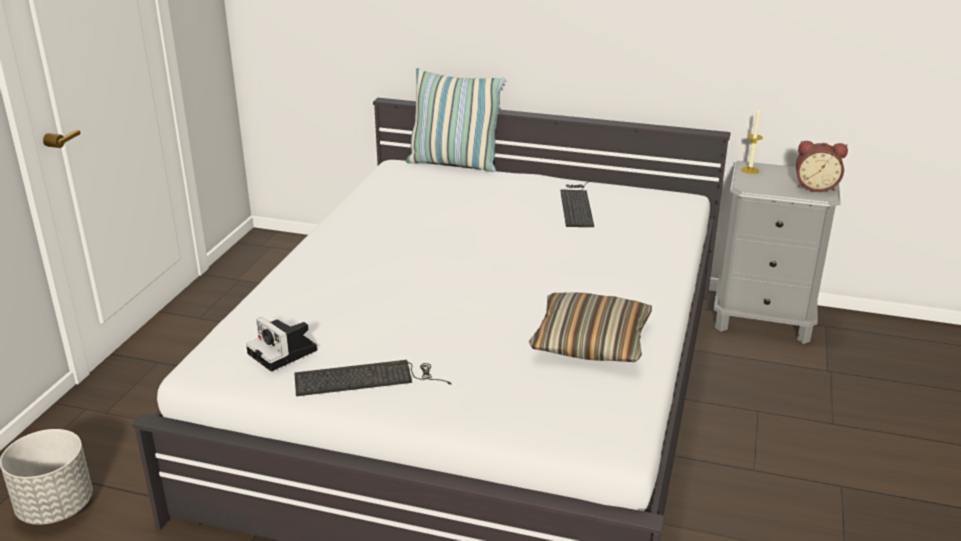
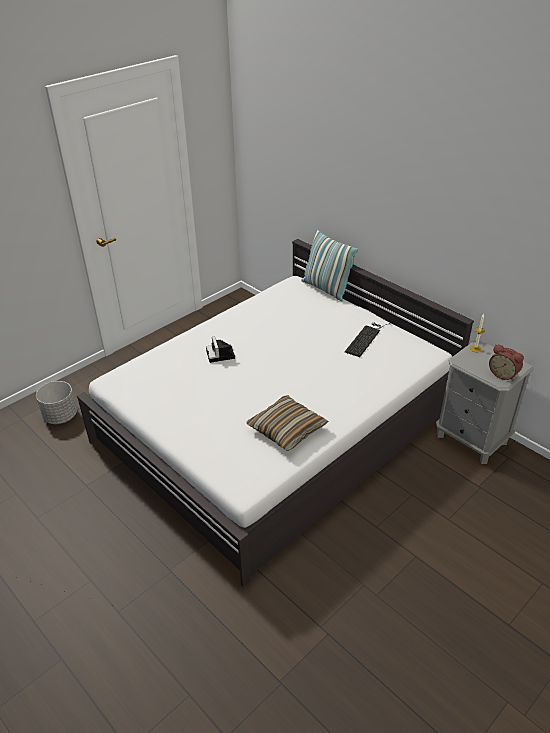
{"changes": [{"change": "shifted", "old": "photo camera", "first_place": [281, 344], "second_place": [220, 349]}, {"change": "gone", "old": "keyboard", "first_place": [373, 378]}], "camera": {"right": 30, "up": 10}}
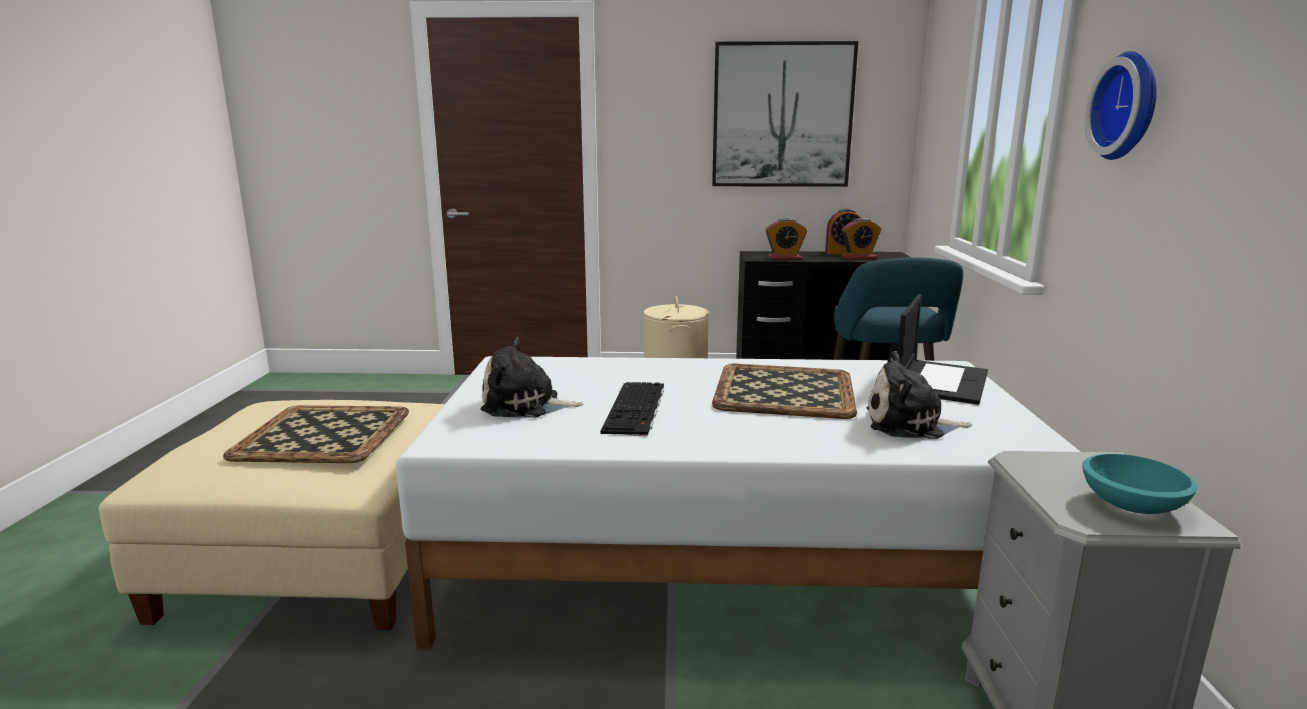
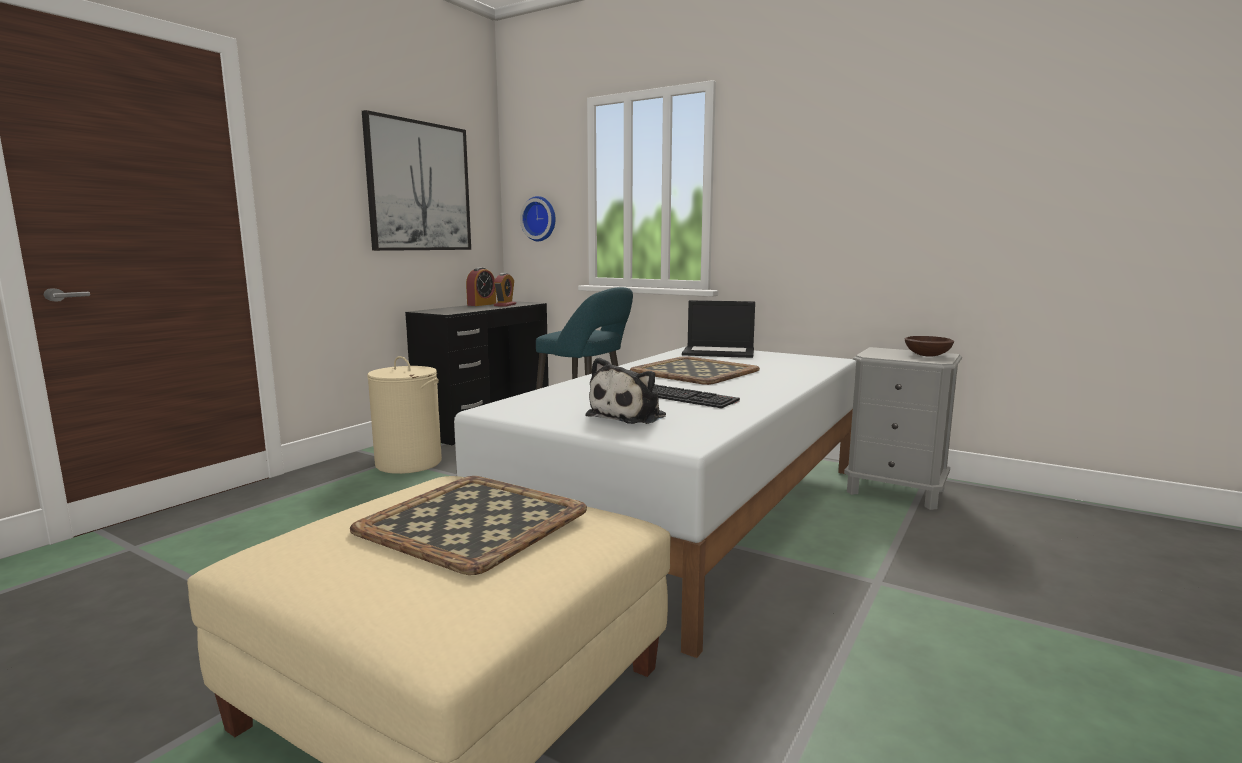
{"changes": [{"change": "shifted", "old": "wall clock", "first_place": [1121, 105], "second_place": [538, 218]}, {"change": "rotated", "old": "laptop", "first_place": [942, 349], "second_place": [718, 329], "degrees": 135}, {"change": "repainted", "old": "bowl in turquoise", "new": "bowl in brown", "first_place": [1140, 484], "second_place": [929, 346]}, {"change": "gone", "old": "alarm clock", "first_place": [786, 239]}, {"change": "gone", "old": "plush toy", "first_place": [919, 395]}], "camera": {"right": -60, "up": -5}}
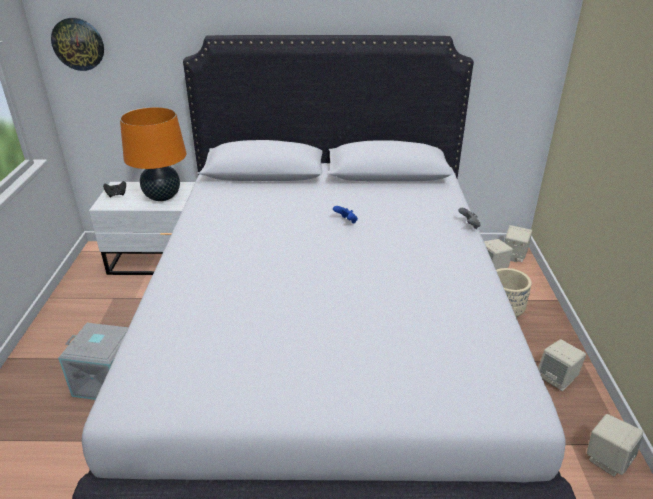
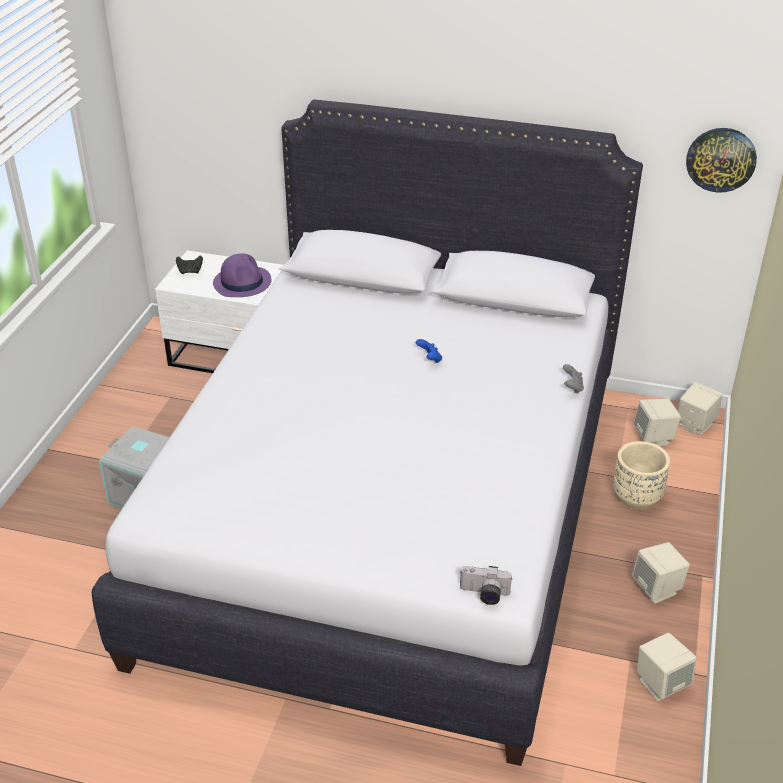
{"changes": [{"change": "swapped", "old": "table lamp in orange", "new": "hat in purple", "first_place": [153, 154], "second_place": [242, 275]}, {"change": "new", "new": "photo camera", "second_place": [486, 585]}, {"change": "shifted", "old": "wall clock", "first_place": [77, 44], "second_place": [721, 160]}], "camera": {"right": 15, "up": 5}}
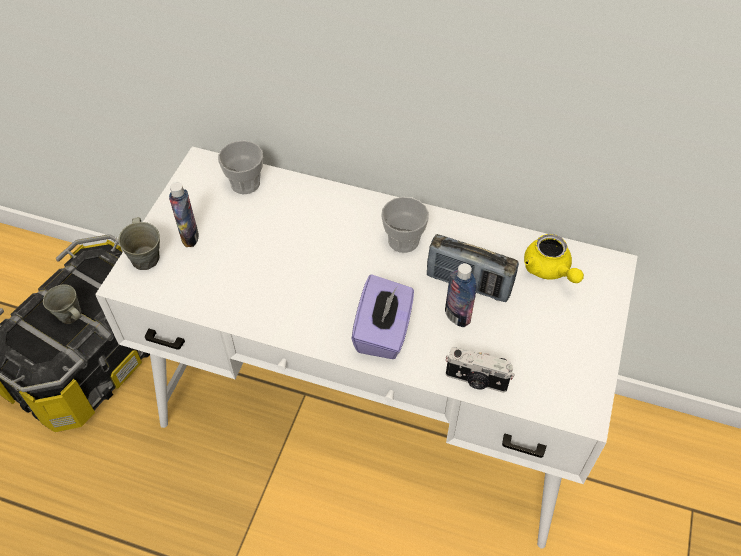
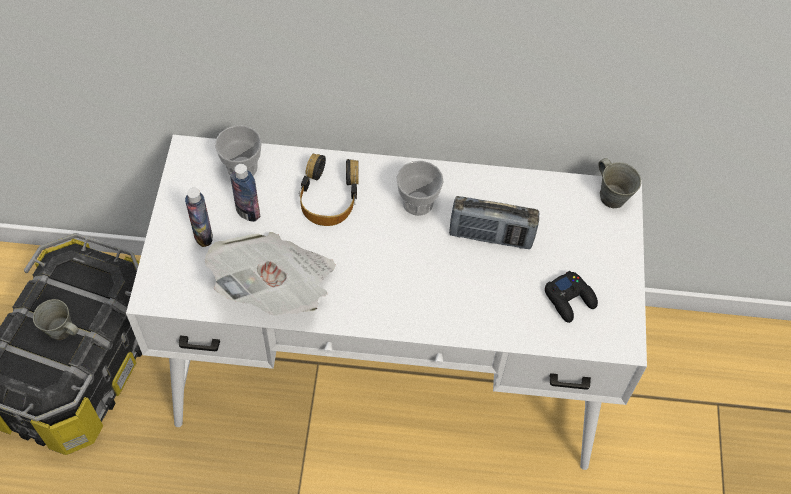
{"changes": [{"change": "new", "new": "newspaper", "second_place": [270, 274]}, {"change": "shifted", "old": "bottle", "first_place": [460, 295], "second_place": [245, 193]}, {"change": "new", "new": "headphones", "second_place": [329, 190]}, {"change": "new", "new": "game controller in black", "second_place": [571, 297]}, {"change": "shifted", "old": "mug in grey", "first_place": [139, 243], "second_place": [620, 183]}, {"change": "gone", "old": "tissue box in purple", "first_place": [382, 316]}, {"change": "gone", "old": "photo camera", "first_place": [480, 370]}, {"change": "gone", "old": "teapot in yellow", "first_place": [554, 258]}], "camera": {"right": -15, "up": 5}}
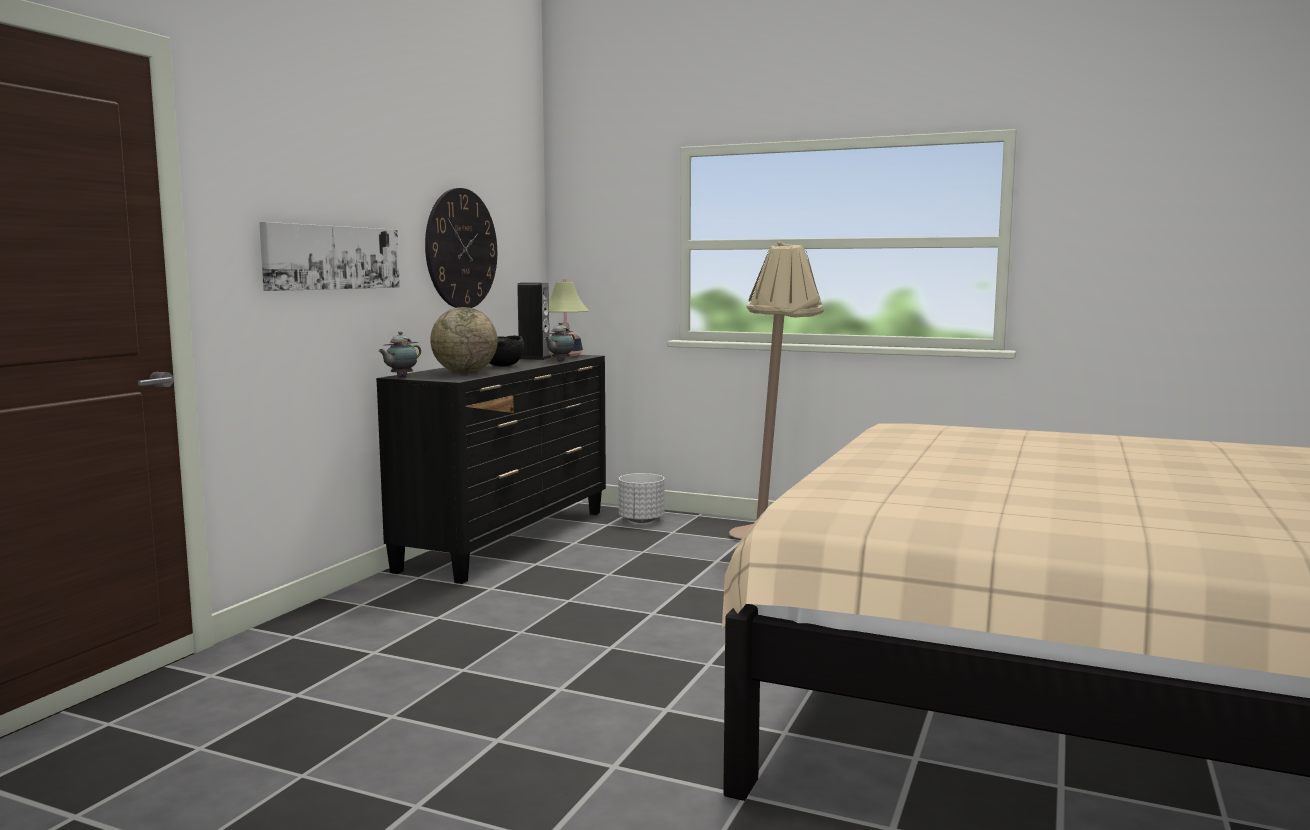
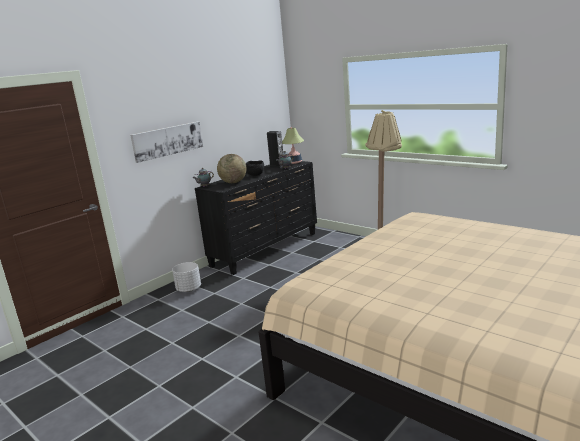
{"changes": [{"change": "shifted", "old": "planter in white", "first_place": [641, 498], "second_place": [186, 277]}, {"change": "gone", "old": "wall clock", "first_place": [461, 248]}], "camera": {"right": 20, "up": 10}}
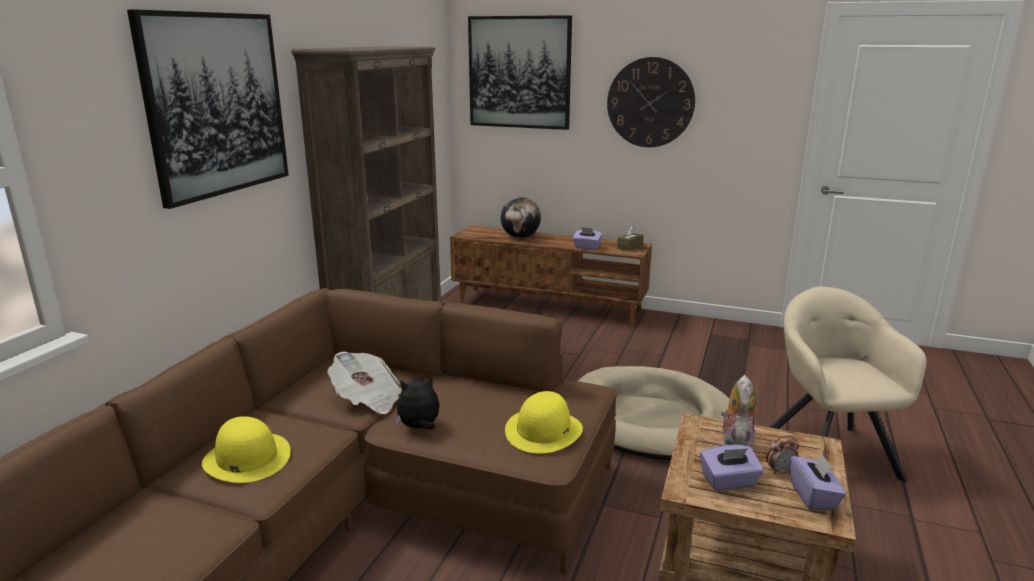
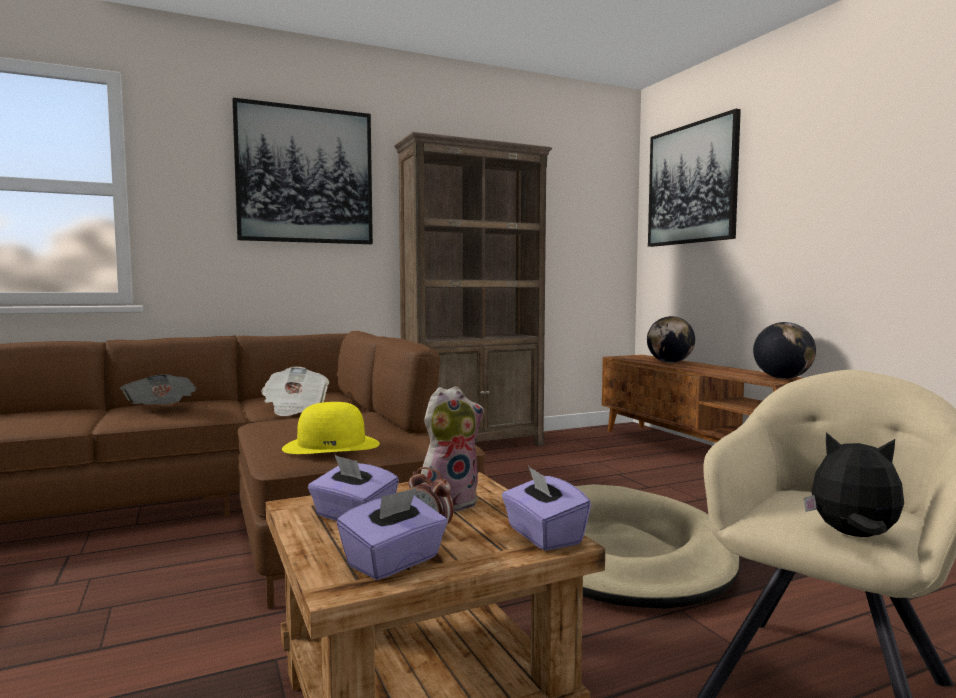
{"changes": [{"change": "swapped", "old": "hat in yellow", "new": "newspaper", "first_place": [246, 449], "second_place": [158, 389]}, {"change": "shifted", "old": "tissue box in purple", "first_place": [588, 238], "second_place": [546, 508]}, {"change": "swapped", "old": "tissue box in brown", "new": "globe", "first_place": [630, 238], "second_place": [784, 350]}, {"change": "shifted", "old": "plush toy", "first_place": [417, 402], "second_place": [854, 484]}, {"change": "gone", "old": "wall clock", "first_place": [651, 102]}], "camera": {"right": 45, "up": -15}}
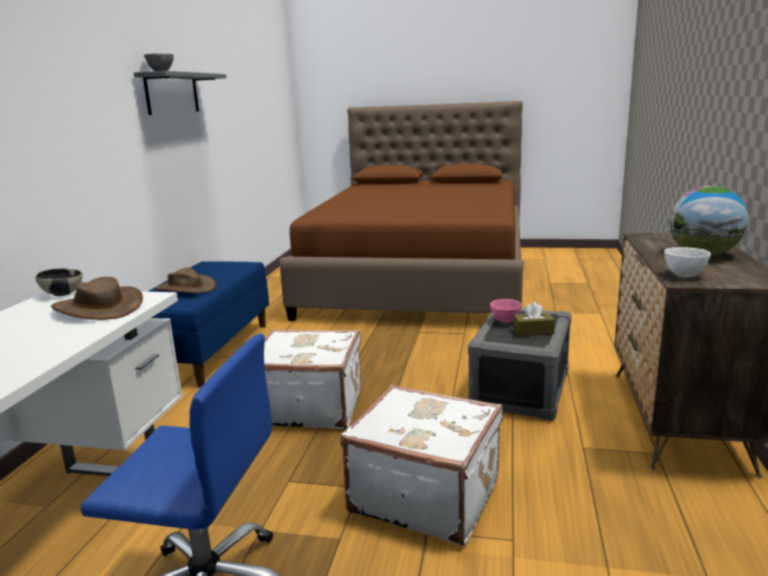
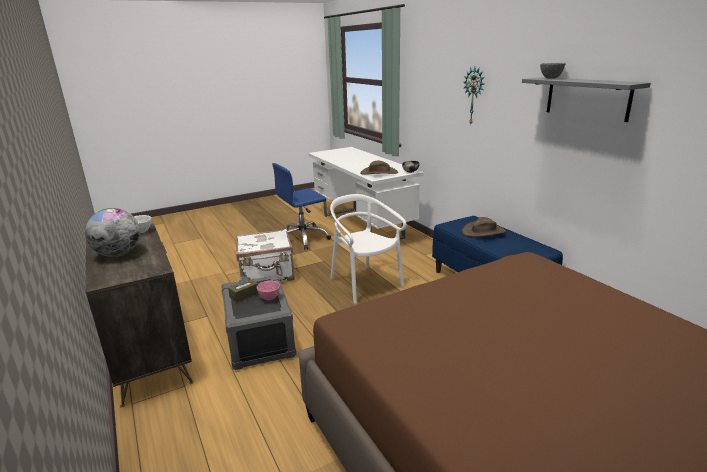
{"changes": [{"change": "swapped", "old": "suitcase in white", "new": "chair in white", "first_place": [312, 379], "second_place": [368, 249]}, {"change": "new", "new": "wall clock", "second_place": [474, 95]}], "camera": {"right": 140, "up": 5}}
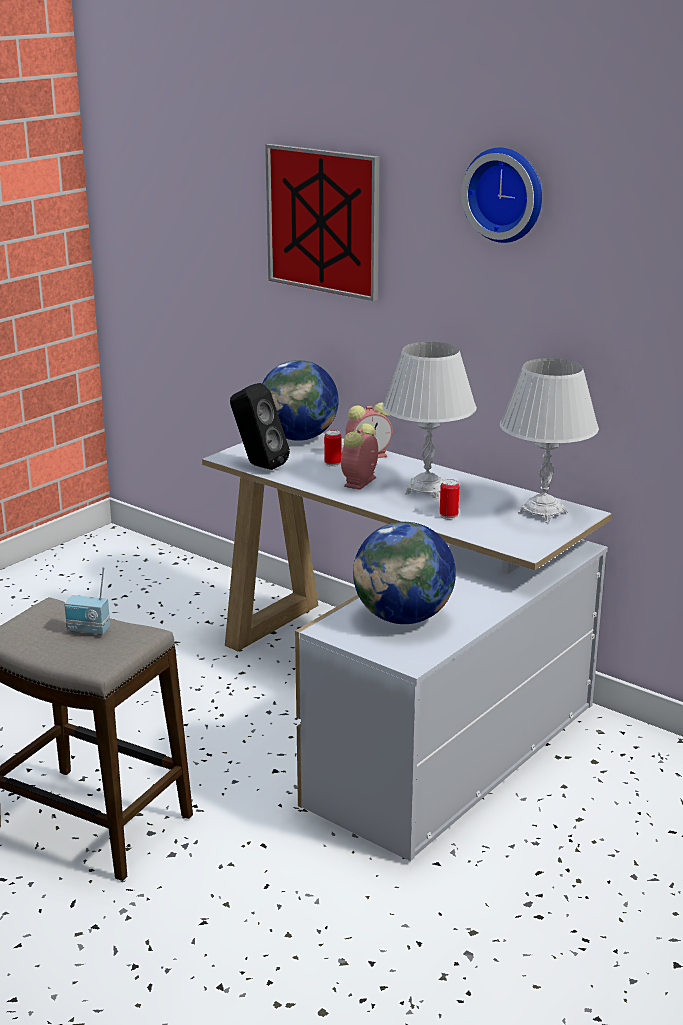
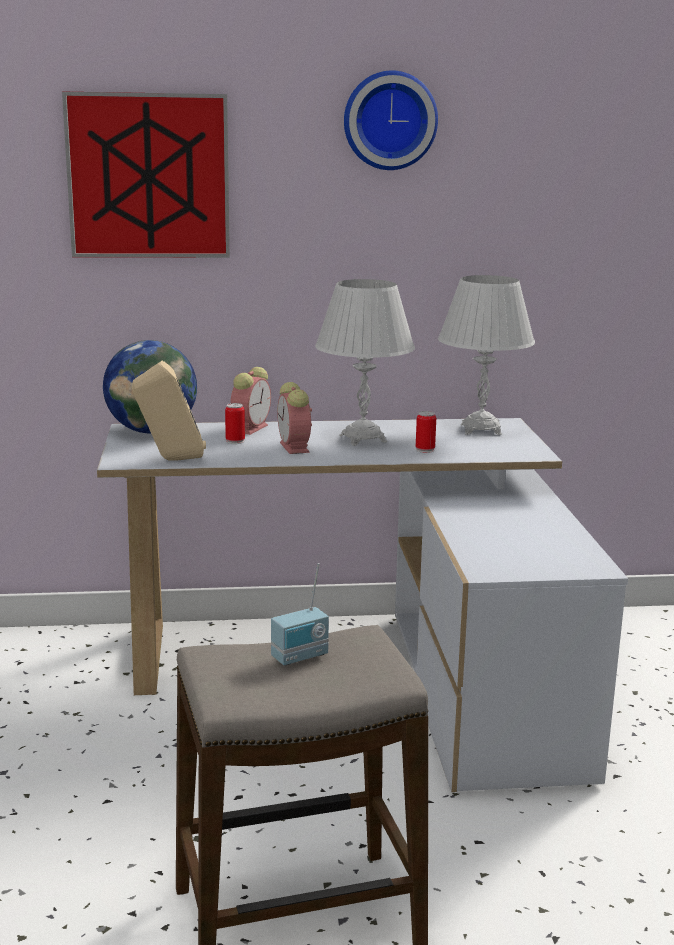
{"changes": [{"change": "repainted", "old": "speaker in black", "new": "speaker in beige", "first_place": [260, 426], "second_place": [169, 411]}, {"change": "gone", "old": "globe", "first_place": [404, 573]}], "camera": {"right": -45, "up": -5}}
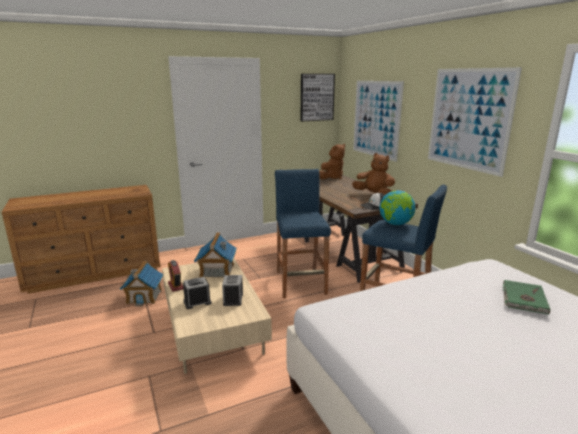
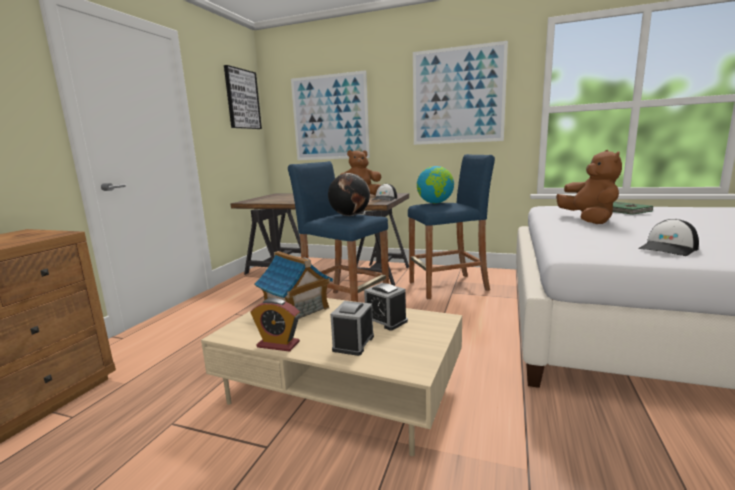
{"changes": [{"change": "new", "new": "globe", "second_place": [349, 194]}, {"change": "shifted", "old": "plush toy in brown", "first_place": [332, 162], "second_place": [589, 187]}, {"change": "new", "new": "cap", "second_place": [668, 237]}, {"change": "gone", "old": "toy house", "first_place": [141, 283]}], "camera": {"right": -45, "up": -5}}
